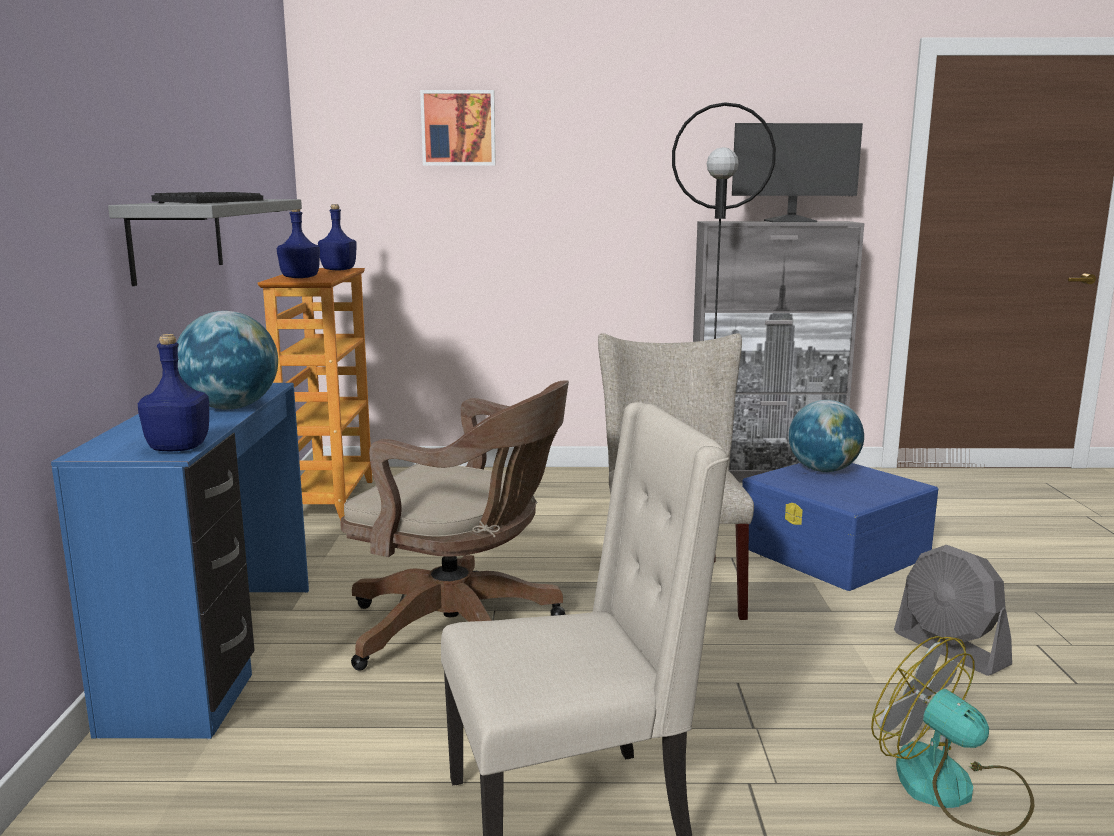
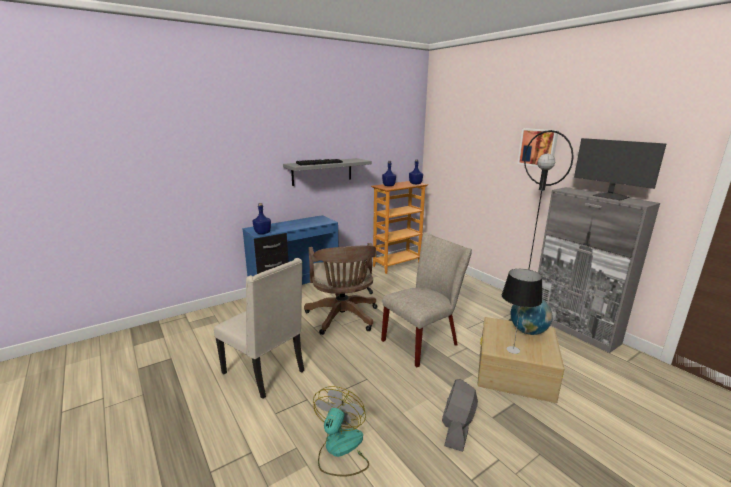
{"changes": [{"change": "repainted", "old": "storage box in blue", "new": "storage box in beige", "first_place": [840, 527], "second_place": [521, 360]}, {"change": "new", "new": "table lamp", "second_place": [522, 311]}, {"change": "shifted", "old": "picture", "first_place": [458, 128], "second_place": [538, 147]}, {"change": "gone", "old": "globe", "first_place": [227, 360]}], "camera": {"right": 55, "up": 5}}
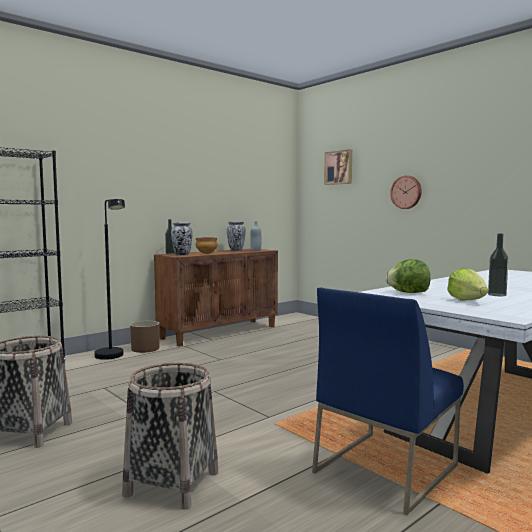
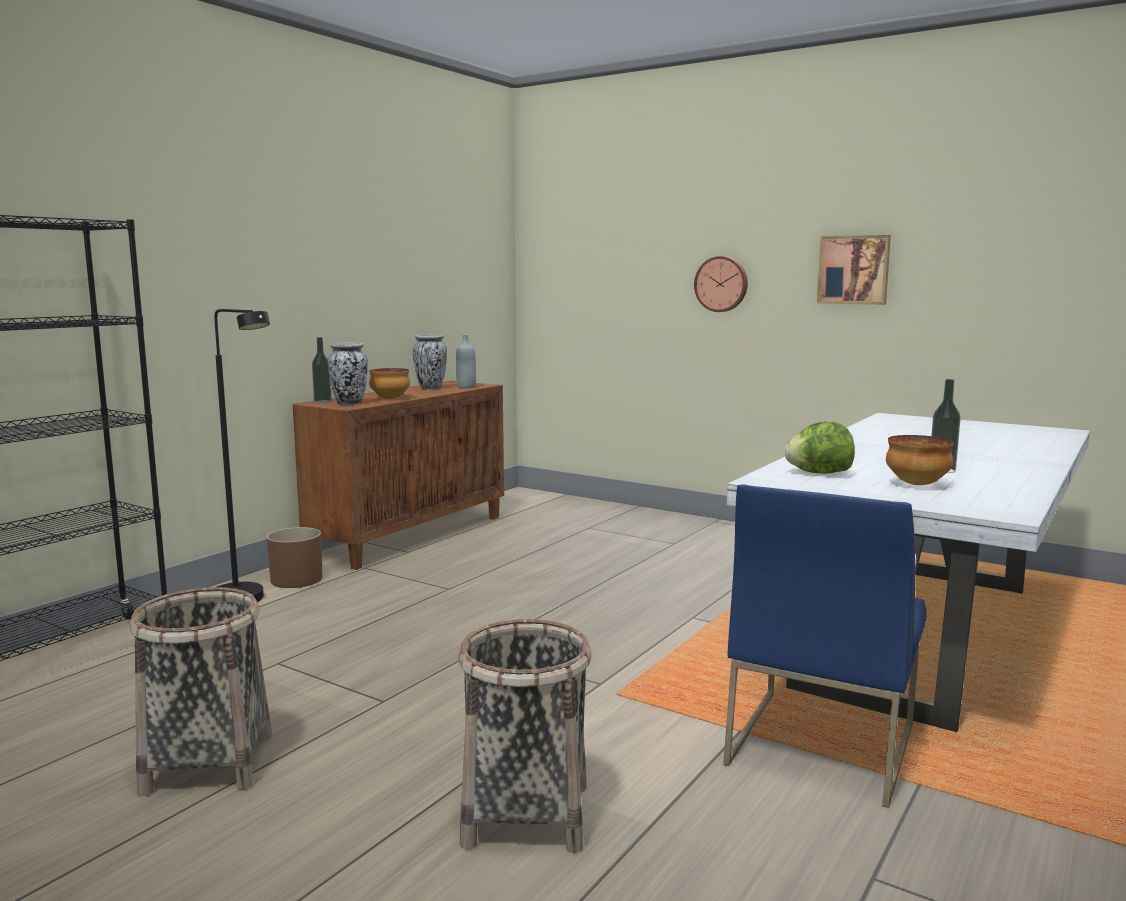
{"changes": [{"change": "shifted", "old": "picture", "first_place": [338, 167], "second_place": [854, 270]}, {"change": "swapped", "old": "lettuce", "new": "bowl", "first_place": [467, 284], "second_place": [920, 460]}], "camera": {"right": -15, "up": 5}}
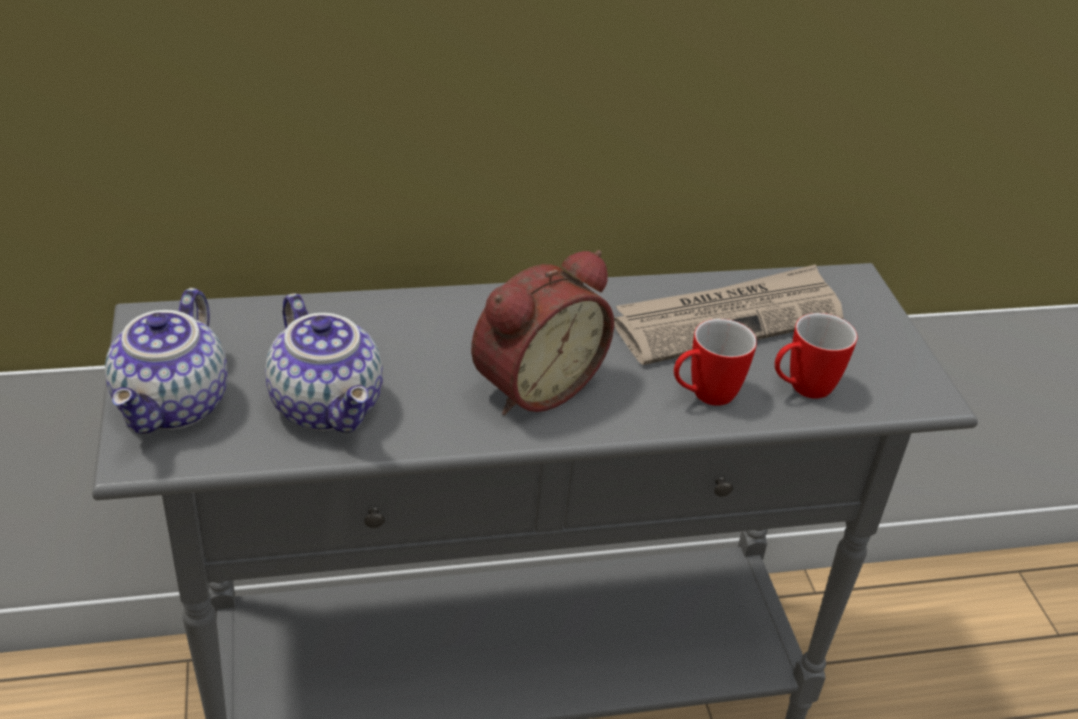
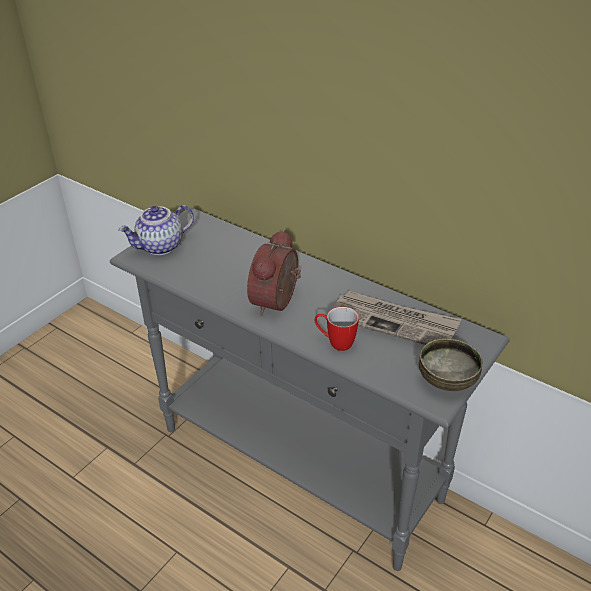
{"changes": [{"change": "rotated", "old": "alarm clock", "first_place": [542, 332], "second_place": [274, 273], "degrees": 105}, {"change": "new", "new": "bowl", "second_place": [451, 365]}, {"change": "gone", "old": "teapot", "first_place": [324, 363]}, {"change": "gone", "old": "mug", "first_place": [816, 356]}], "camera": {"right": 50, "up": 0}}
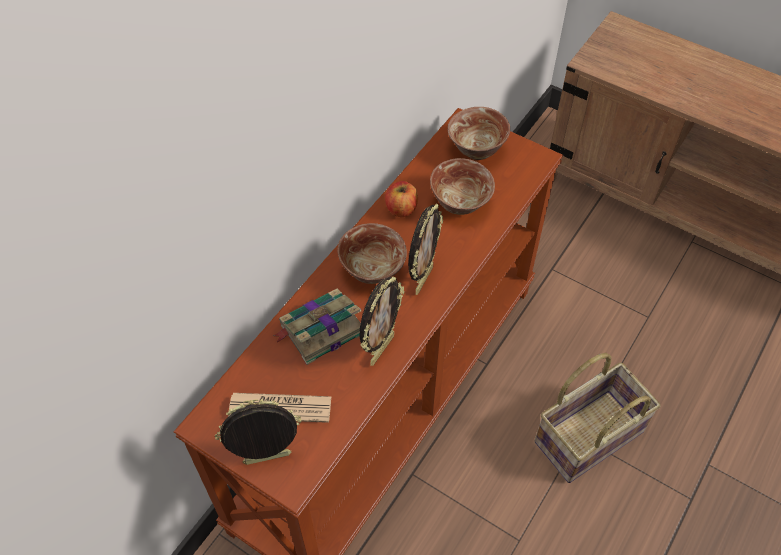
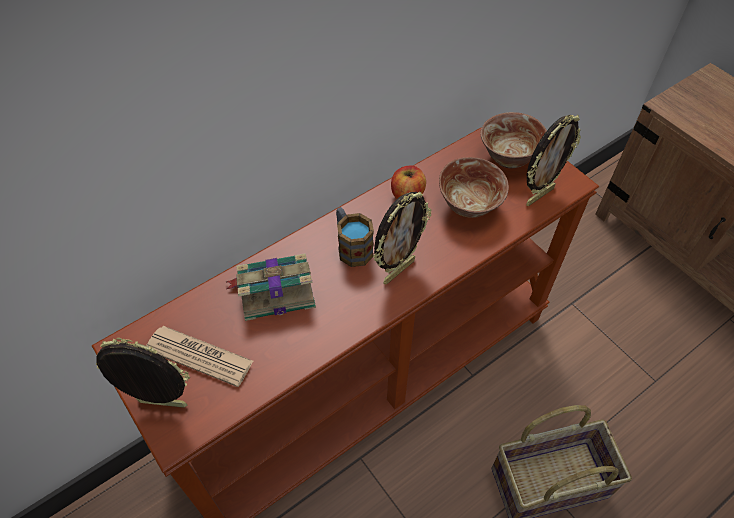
{"changes": [{"change": "swapped", "old": "bowl", "new": "mug", "first_place": [372, 253], "second_place": [355, 237]}, {"change": "shifted", "old": "picture frame", "first_place": [381, 321], "second_place": [553, 160]}], "camera": {"right": 20, "up": 0}}
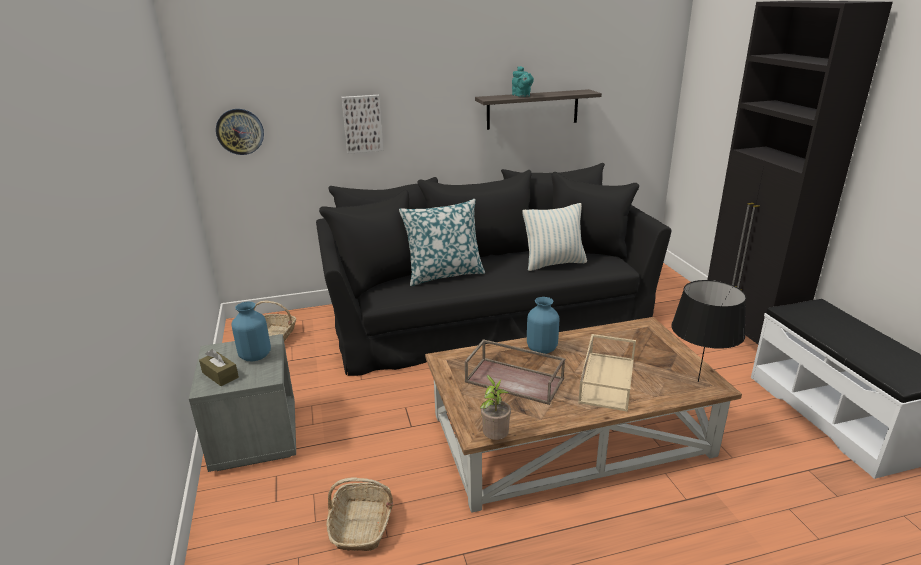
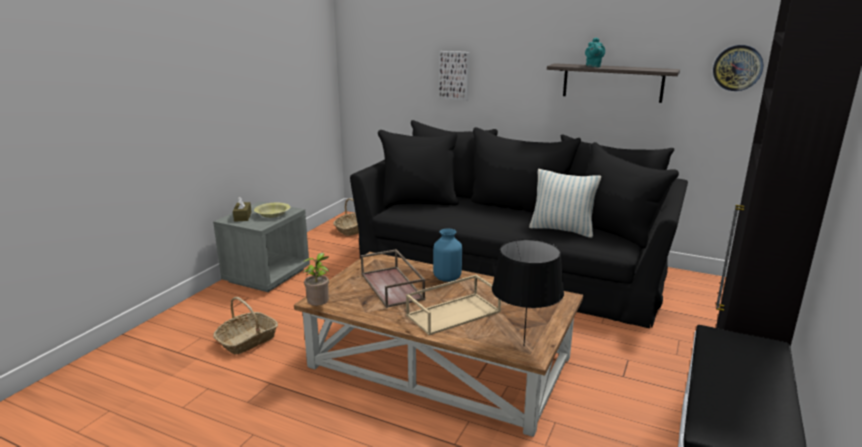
{"changes": [{"change": "swapped", "old": "vase in blue", "new": "bowl in yellow", "first_place": [251, 331], "second_place": [272, 210]}, {"change": "shifted", "old": "wall clock", "first_place": [240, 132], "second_place": [738, 68]}, {"change": "gone", "old": "pillow", "first_place": [442, 242]}], "camera": {"right": 40, "up": -5}}
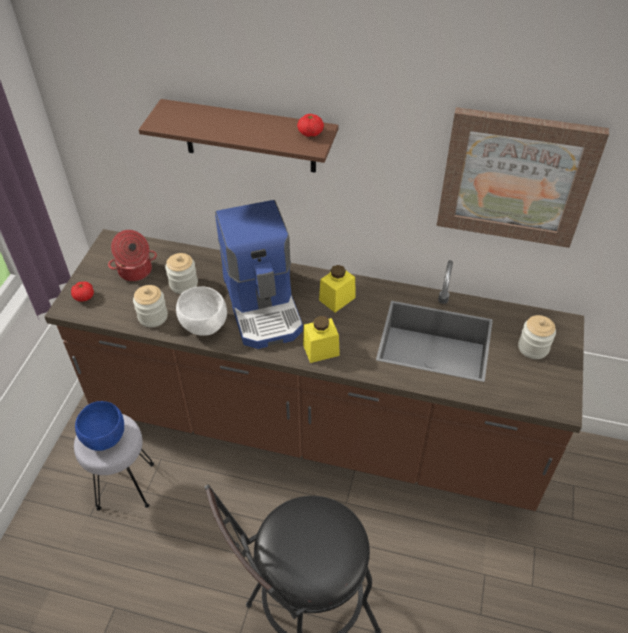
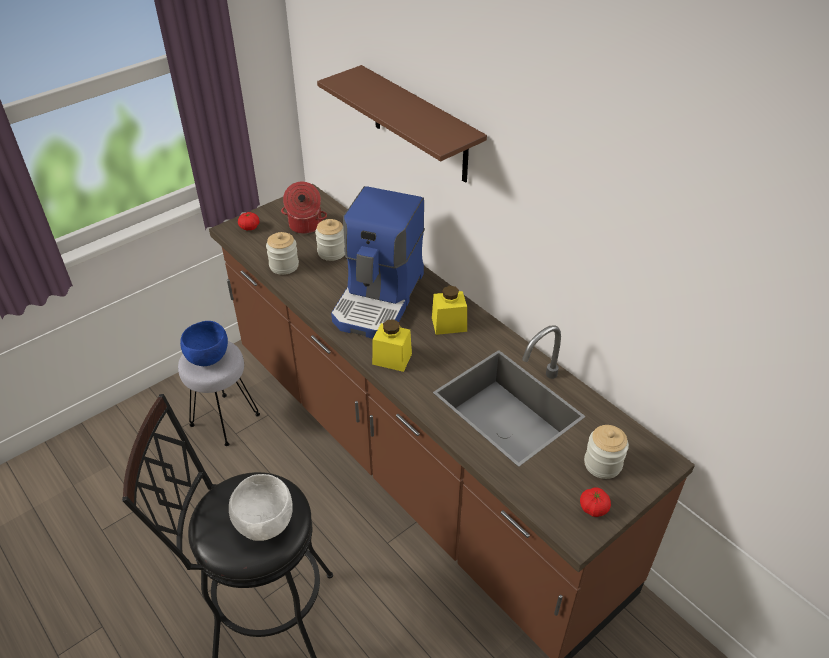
{"changes": [{"change": "shifted", "old": "bowl in white", "first_place": [201, 311], "second_place": [261, 507]}, {"change": "shifted", "old": "tomato", "first_place": [310, 125], "second_place": [595, 502]}, {"change": "gone", "old": "picture", "first_place": [523, 177]}], "camera": {"right": 35, "up": -5}}
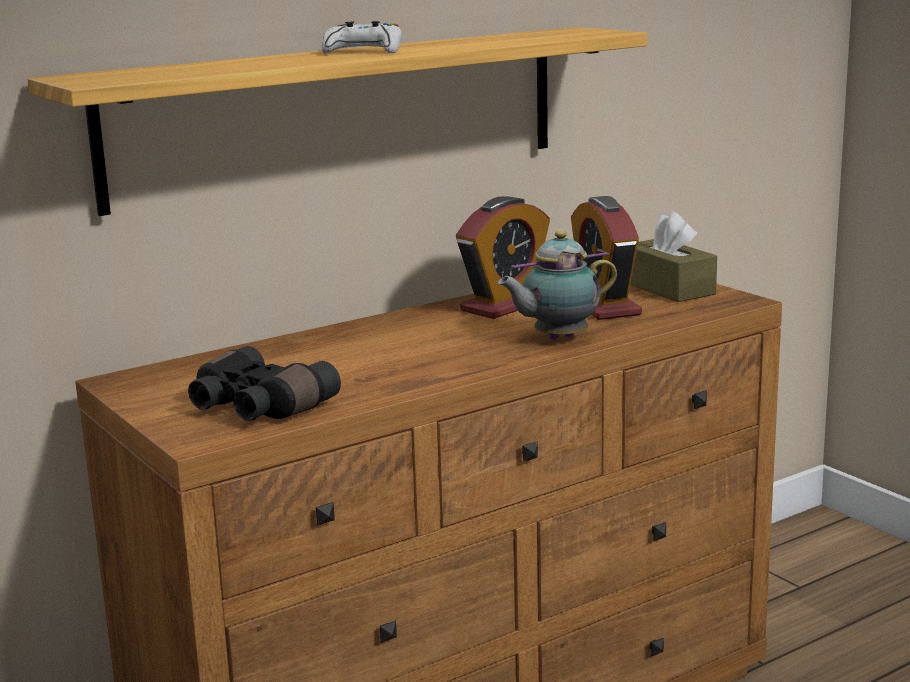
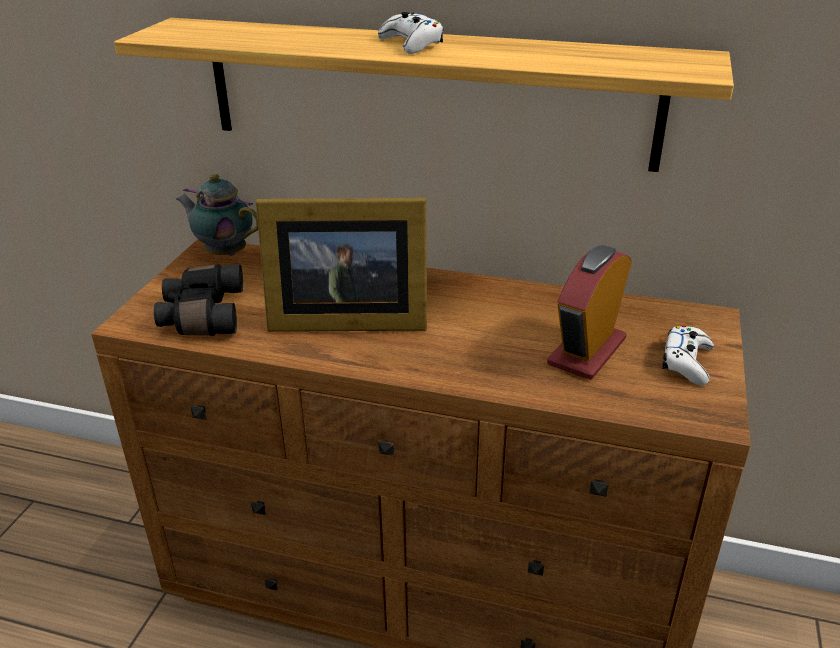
{"changes": [{"change": "shifted", "old": "teapot", "first_place": [557, 285], "second_place": [217, 215]}, {"change": "new", "new": "picture frame", "second_place": [341, 265]}, {"change": "swapped", "old": "tissue box in brown", "new": "game controller in white", "first_place": [673, 257], "second_place": [688, 355]}, {"change": "gone", "old": "alarm clock", "first_place": [503, 257]}], "camera": {"right": 50, "up": 15}}
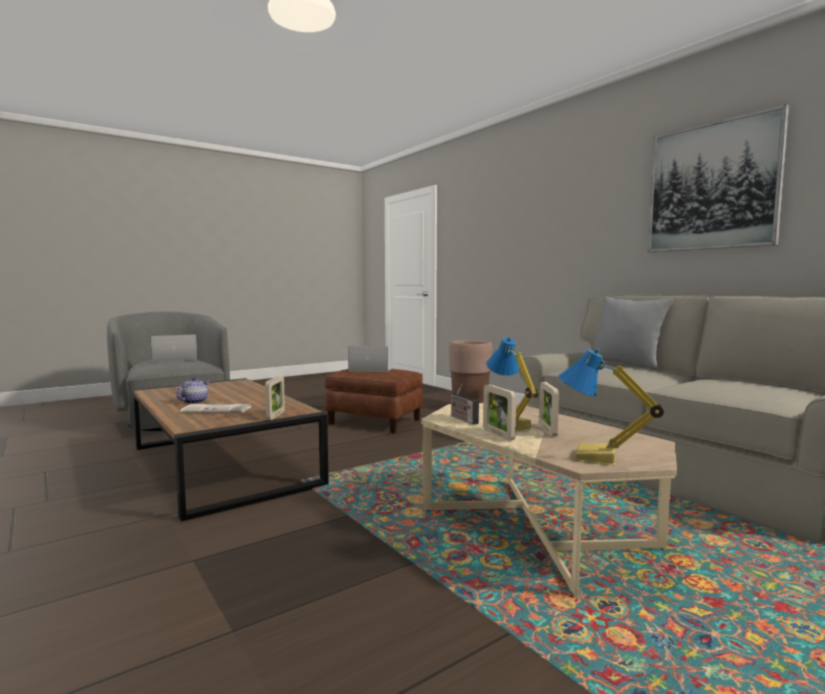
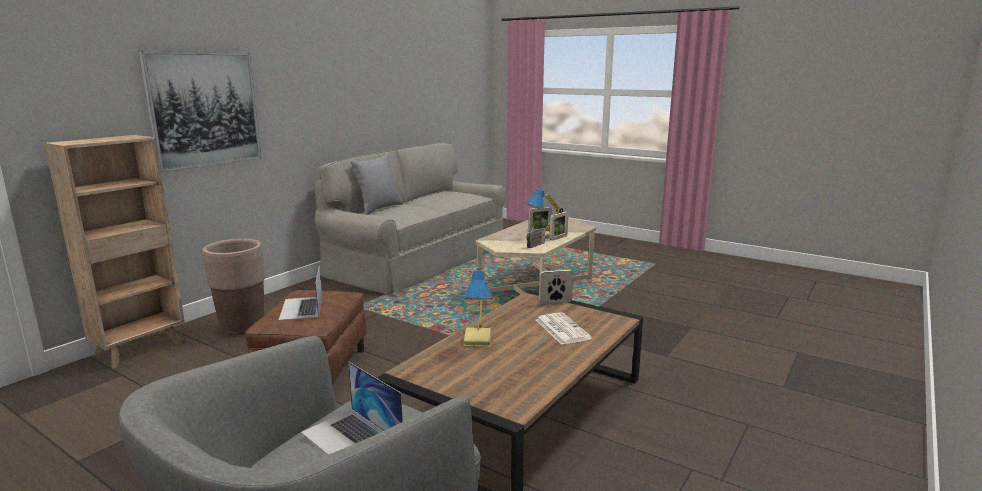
{"changes": [{"change": "new", "new": "bookcase in brown", "second_place": [114, 251]}, {"change": "shifted", "old": "picture", "first_place": [718, 178], "second_place": [200, 111]}, {"change": "shifted", "old": "table lamp", "first_place": [611, 407], "second_place": [478, 307]}, {"change": "gone", "old": "teapot", "first_place": [193, 390]}], "camera": {"right": -110, "up": 10}}
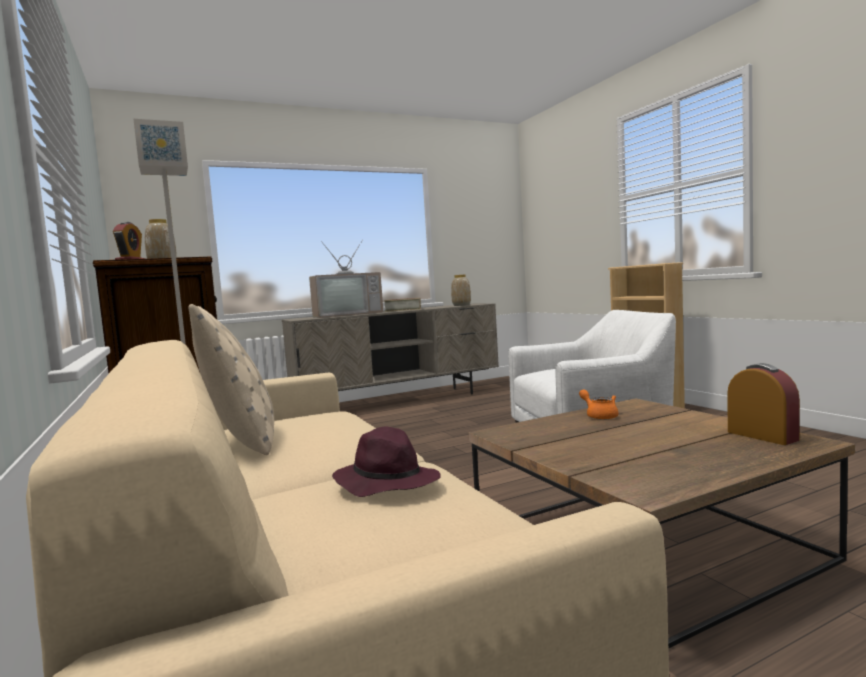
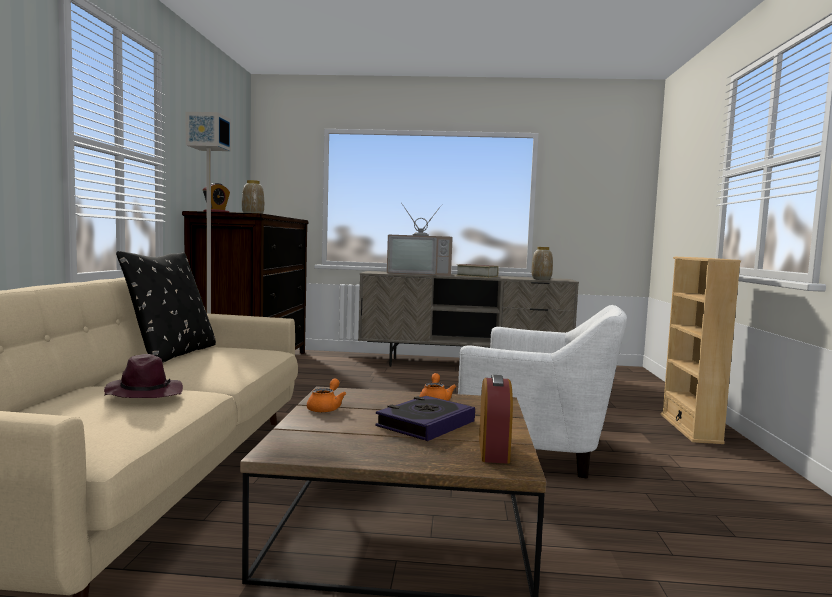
{"changes": [{"change": "repainted", "old": "pillow in beige", "new": "pillow in black", "first_place": [231, 379], "second_place": [166, 307]}, {"change": "new", "new": "teapot in orange", "second_place": [326, 396]}, {"change": "new", "new": "book", "second_place": [425, 418]}], "camera": {"right": 30, "up": 0}}
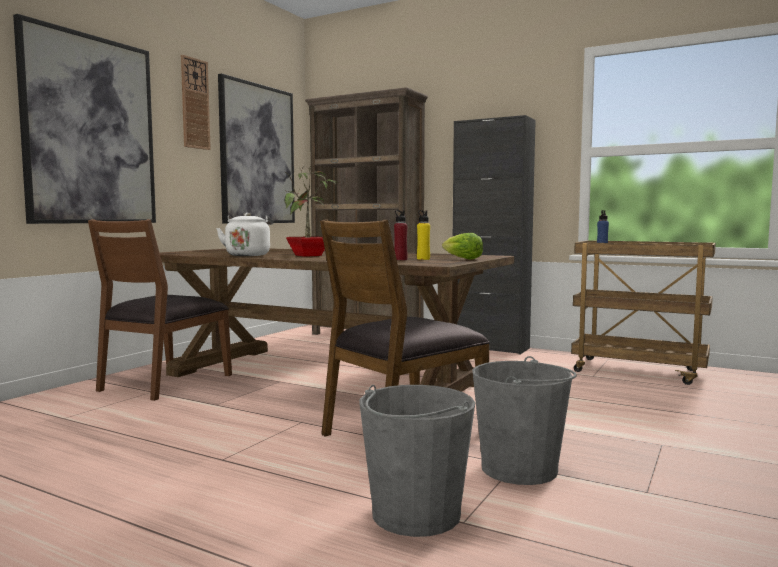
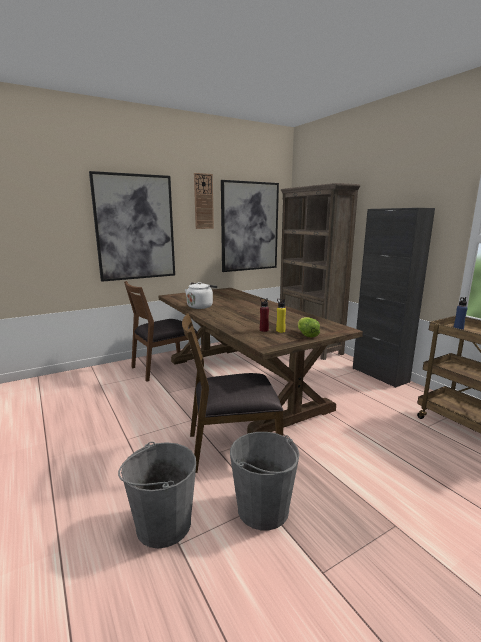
{"changes": [{"change": "gone", "old": "potted plant", "first_place": [310, 212]}], "camera": {"right": 30, "up": 10}}
